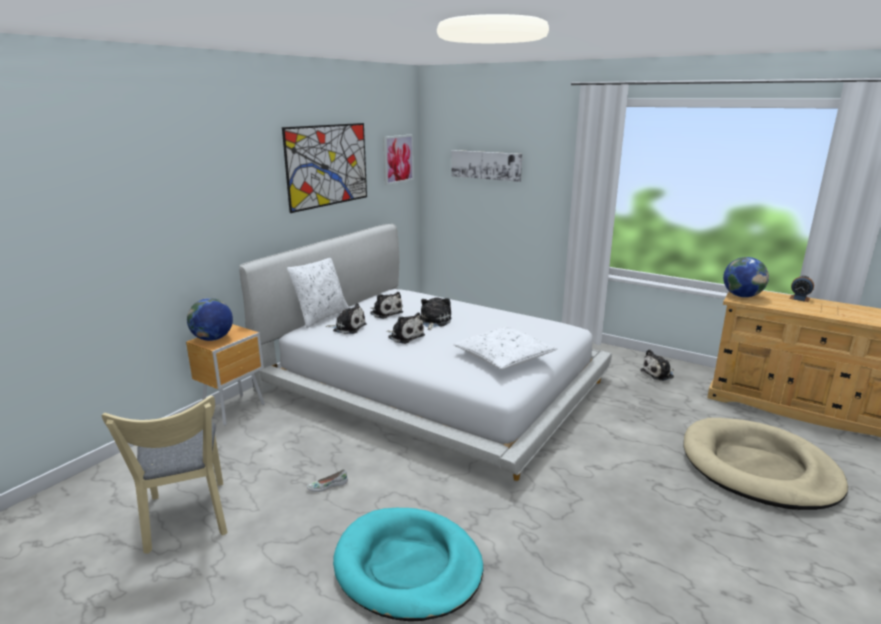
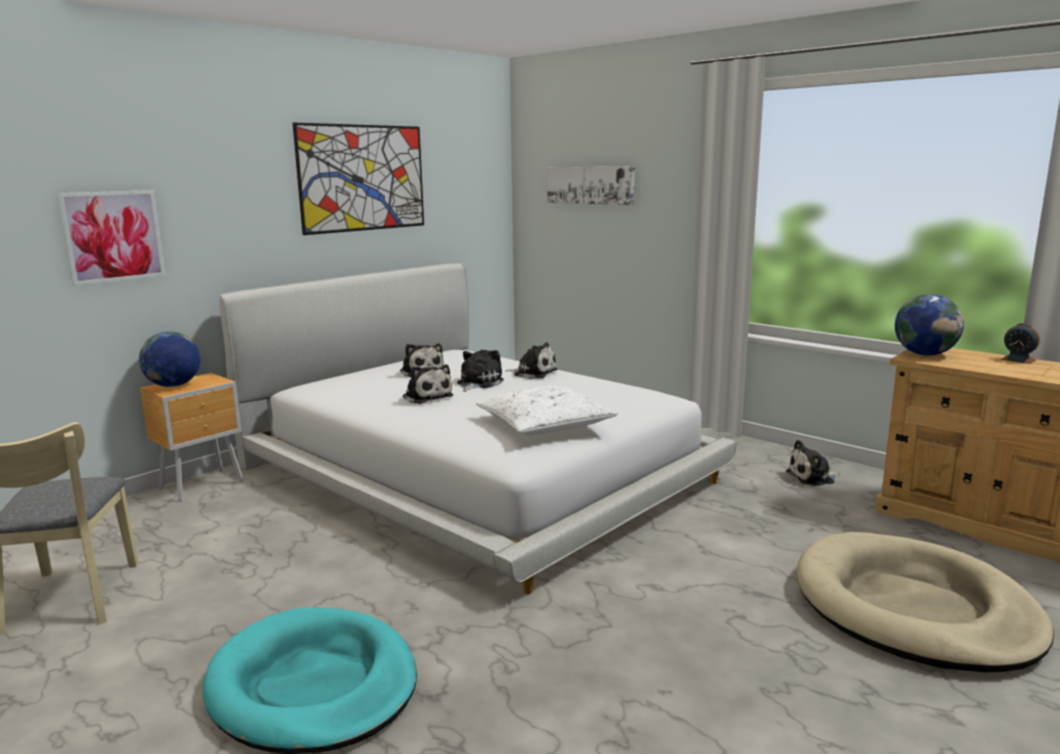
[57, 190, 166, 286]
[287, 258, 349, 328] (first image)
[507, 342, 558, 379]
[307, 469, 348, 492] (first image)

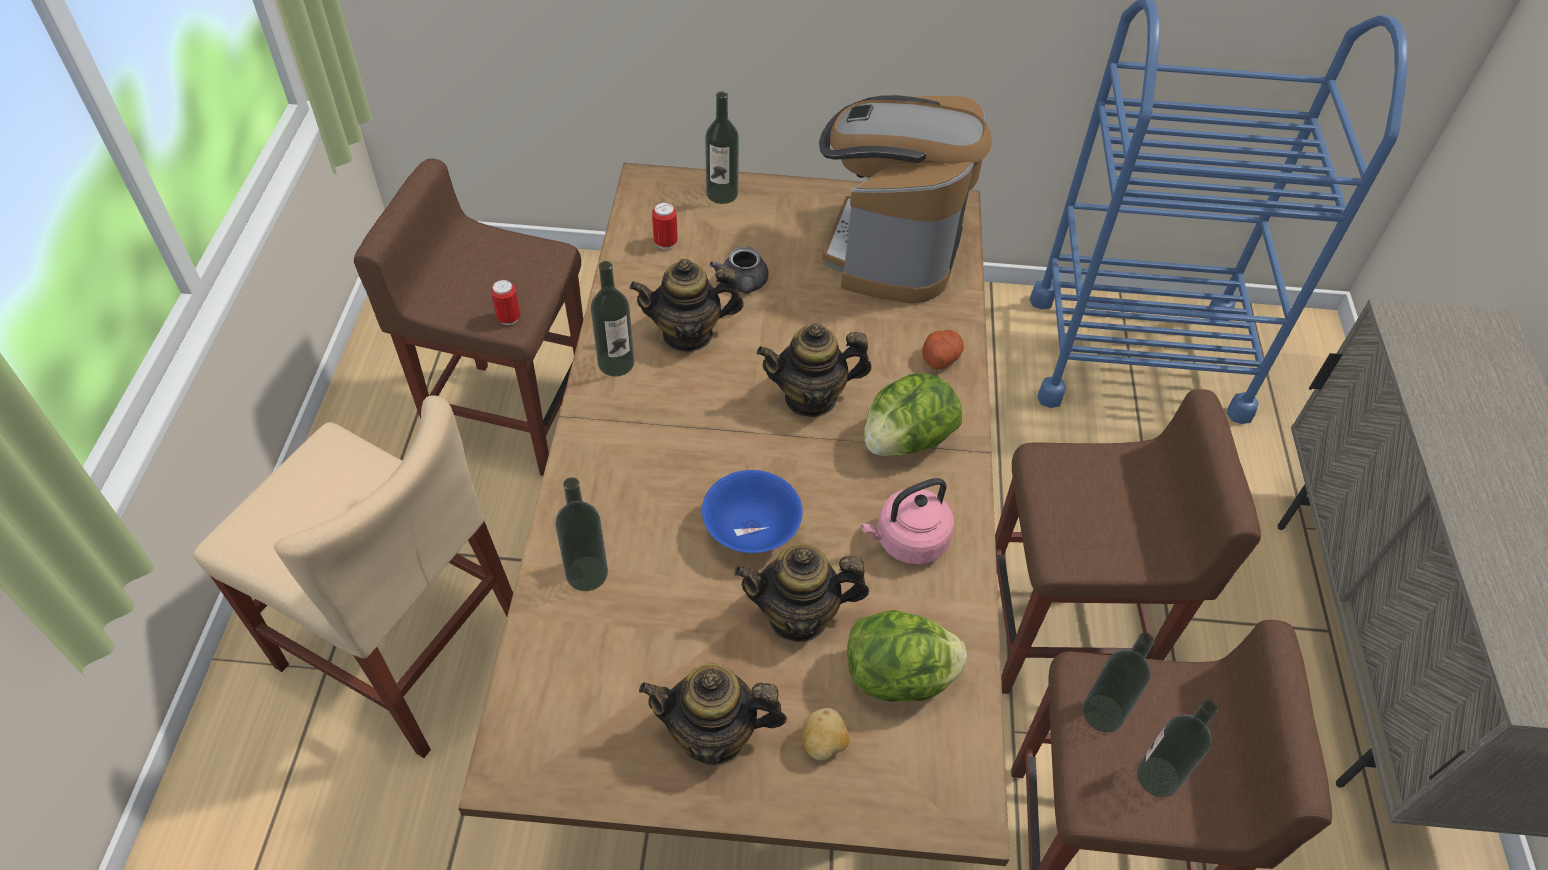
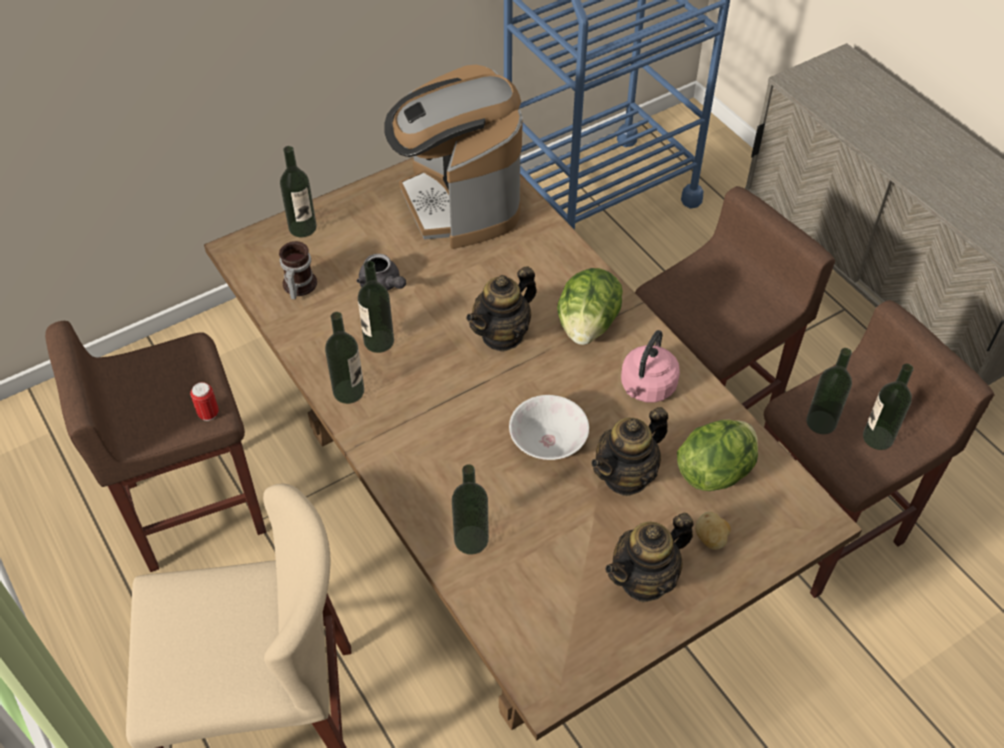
[279, 241, 317, 300]
[358, 261, 394, 353]
[923, 330, 964, 370] (first image)
[509, 395, 589, 460]

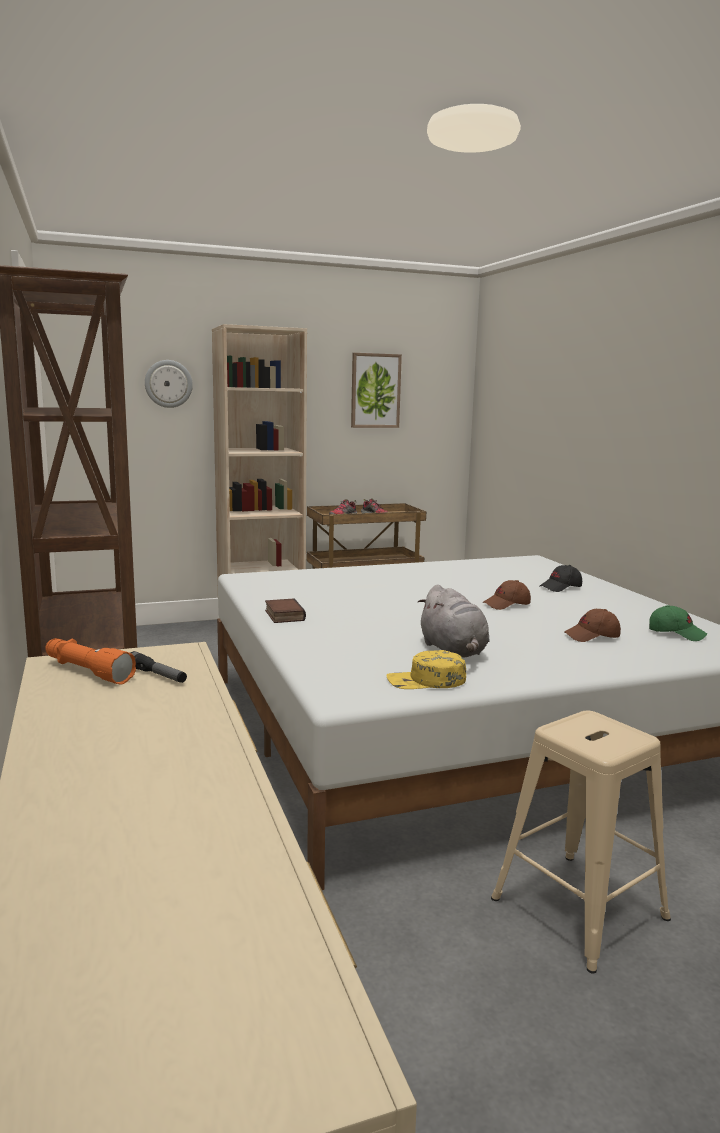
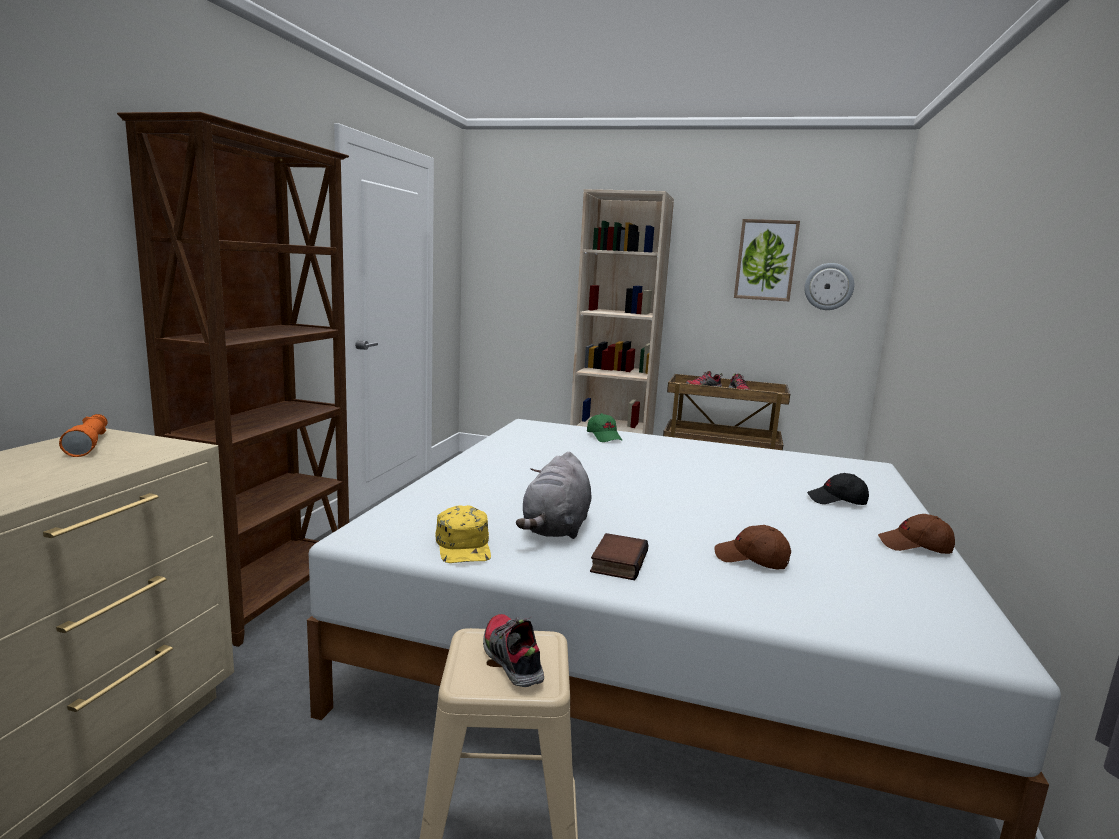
[804, 263, 854, 310]
[878, 514, 955, 554]
[590, 533, 648, 580]
[587, 413, 622, 442]
[436, 505, 491, 563]
[130, 651, 187, 683] (first image)
[483, 614, 544, 687]

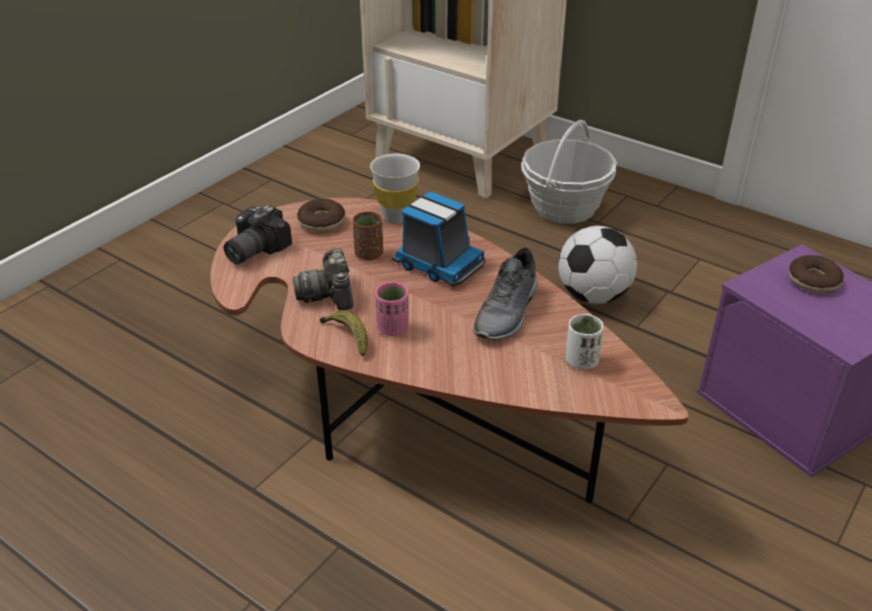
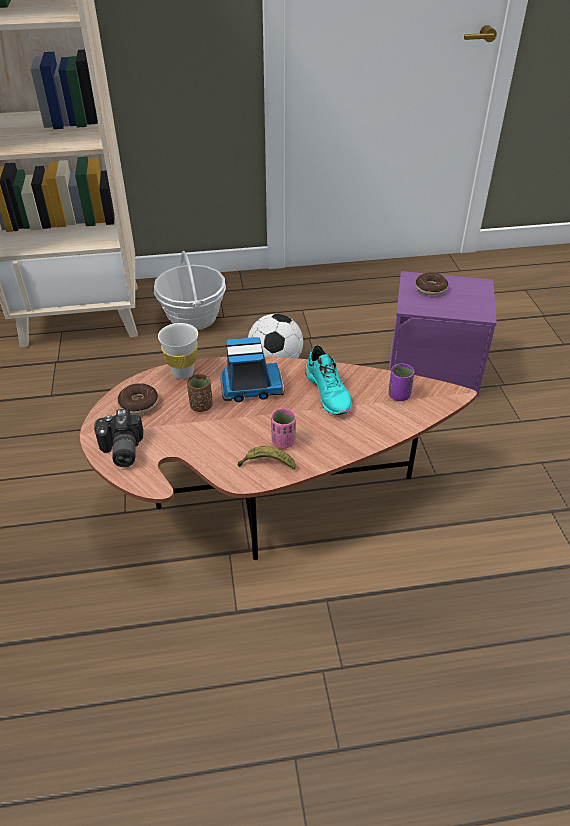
[293, 248, 353, 310] (first image)
[305, 345, 352, 415]
[389, 364, 415, 401]

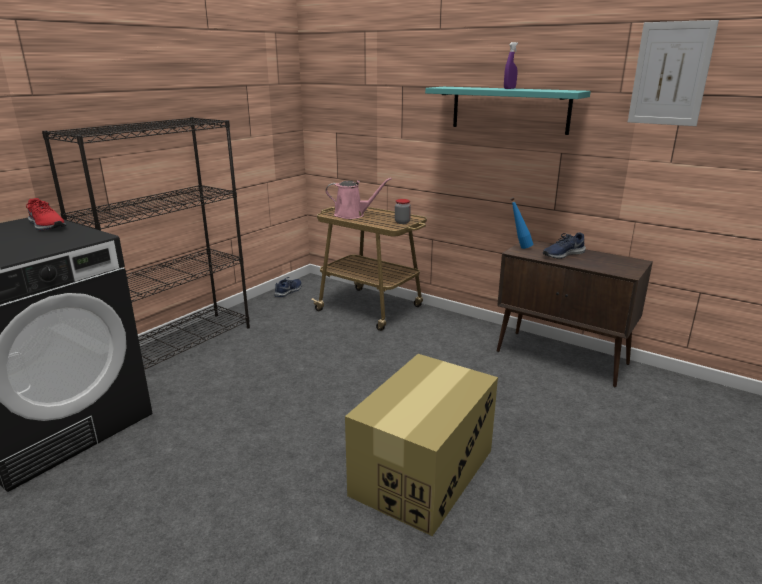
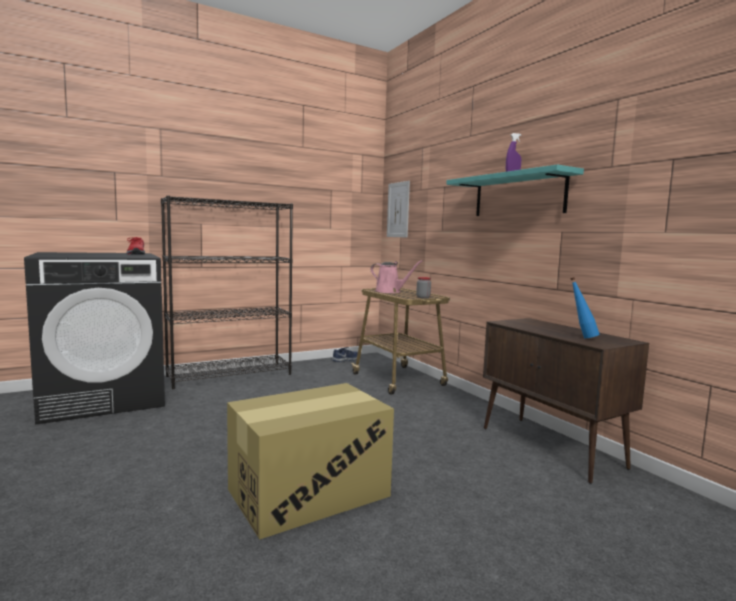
[387, 181, 410, 237]
[570, 277, 600, 338]
[543, 232, 586, 259] (first image)

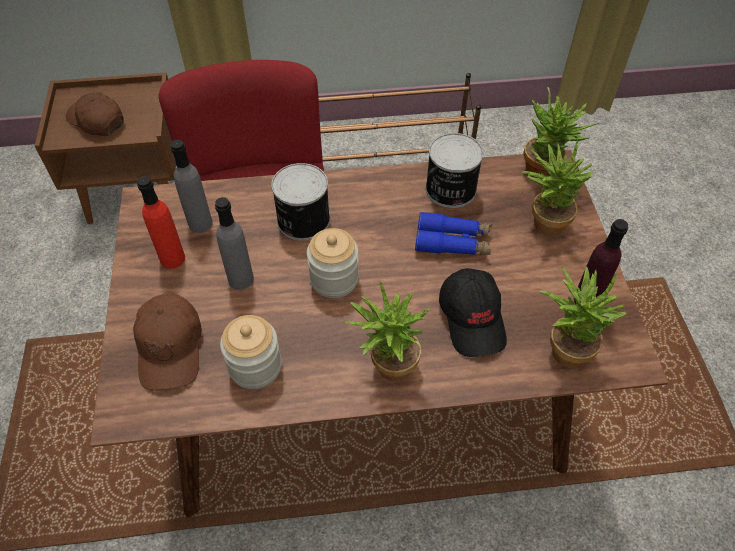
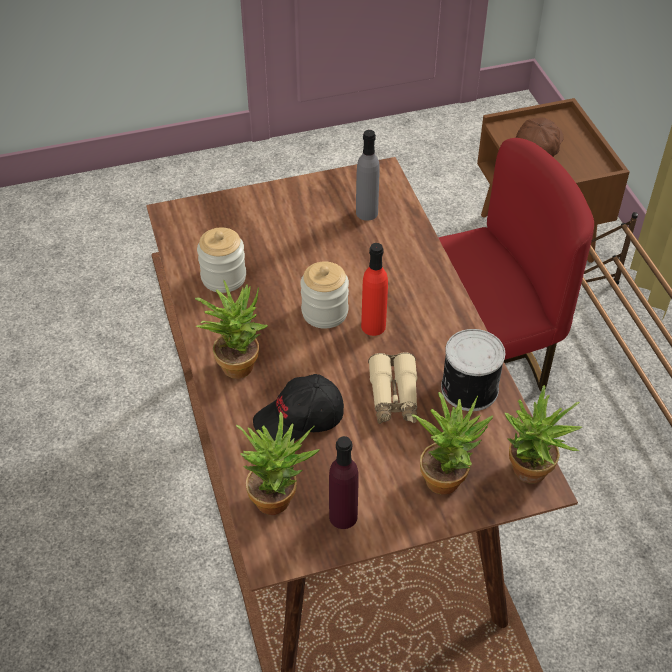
[271, 163, 330, 241] (first image)
[361, 243, 388, 336]
[215, 197, 254, 290] (first image)
[368, 352, 418, 424]
[133, 294, 202, 390] (first image)

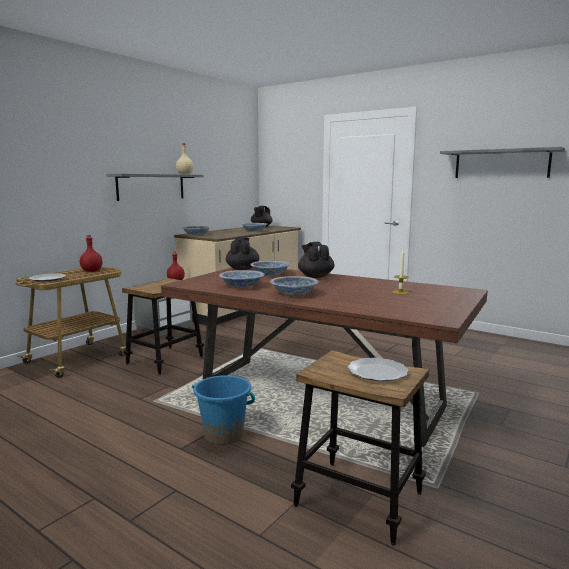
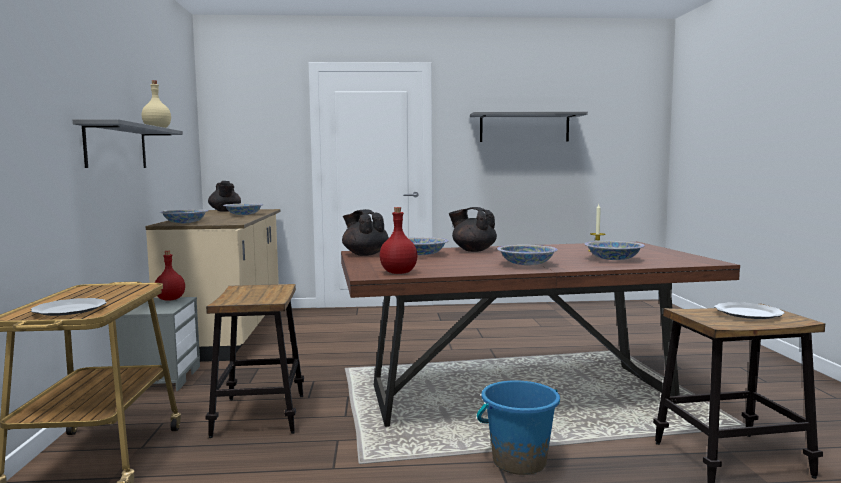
[380, 207, 418, 274]
[585, 241, 645, 260]

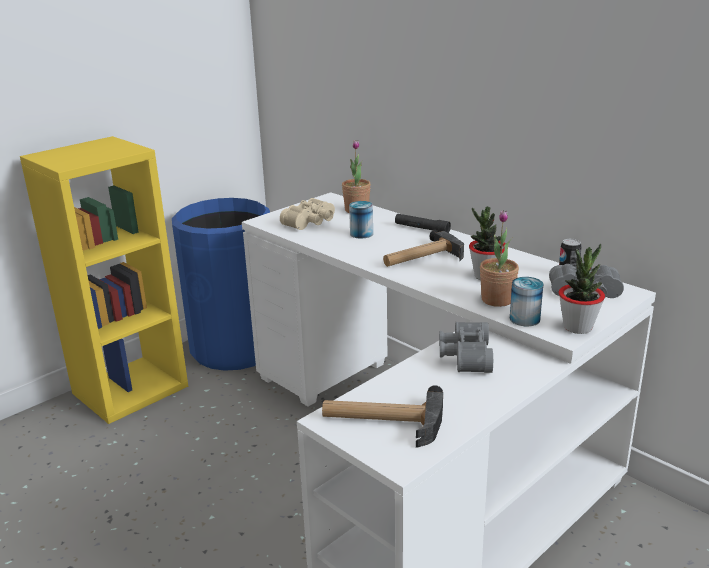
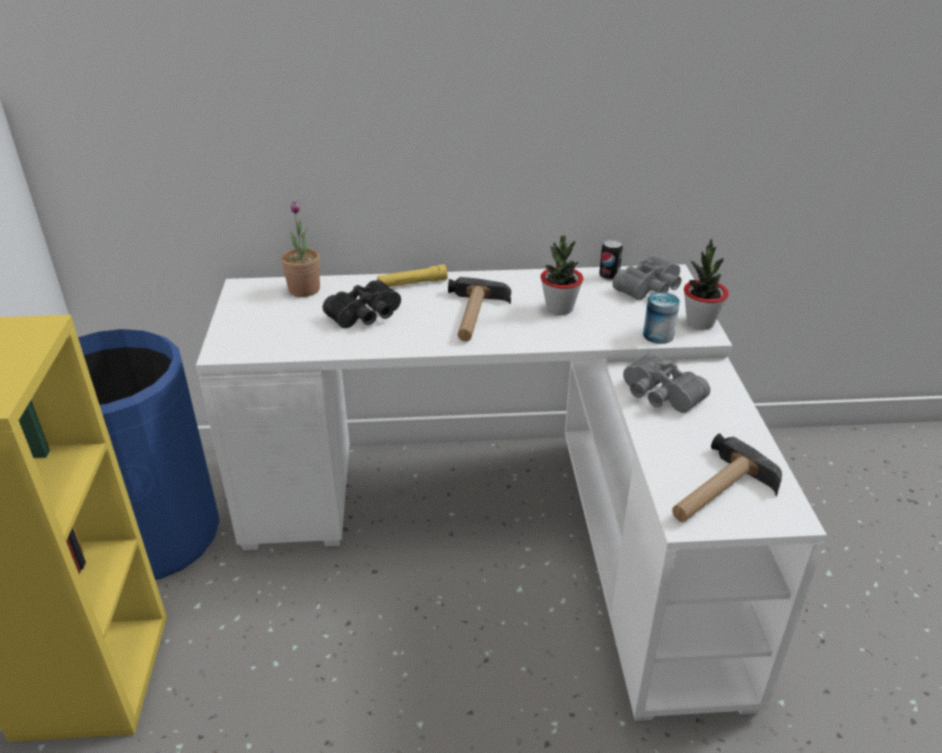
[280, 198, 335, 230] (first image)
[323, 280, 401, 328]
[480, 210, 519, 307] (first image)
[377, 264, 448, 287]

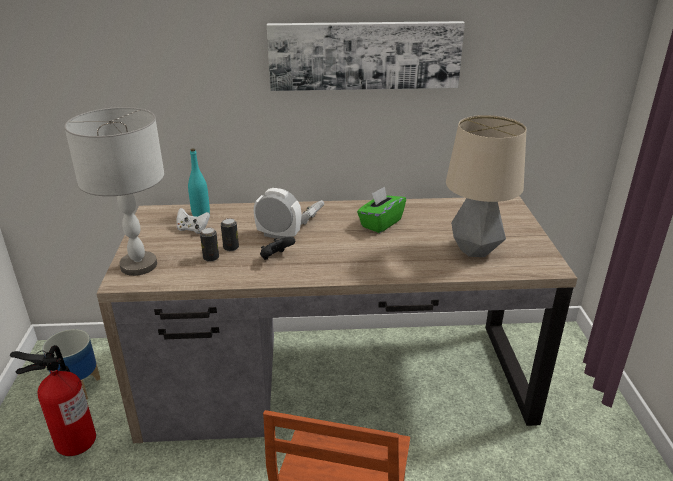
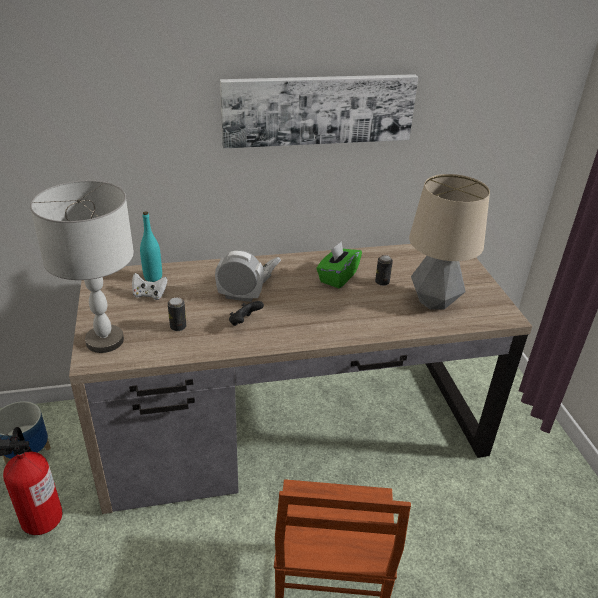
[375, 255, 393, 286]

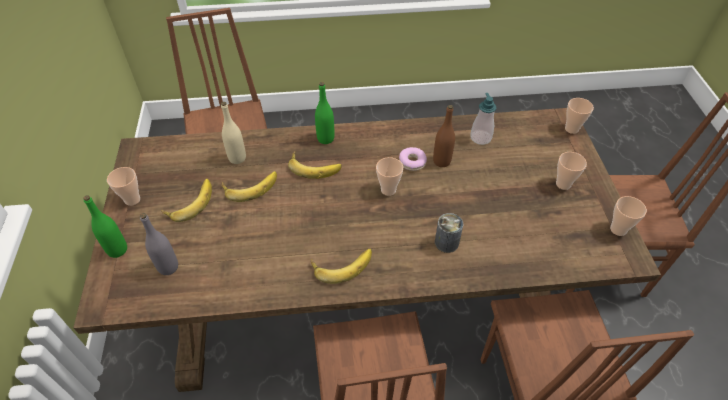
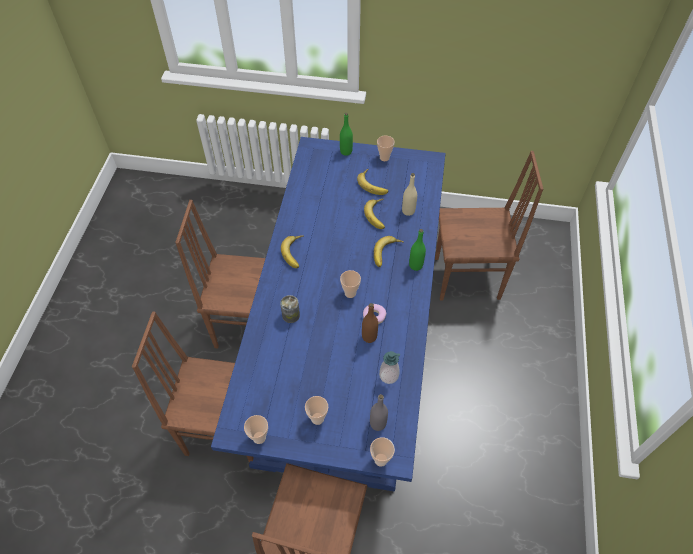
[211, 137, 446, 492]
[370, 394, 388, 431]

